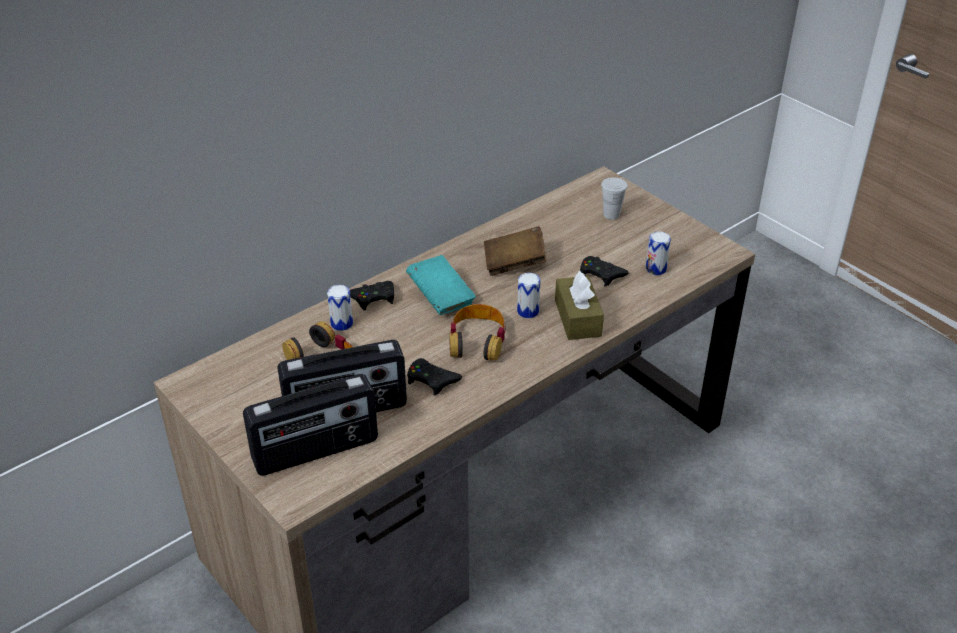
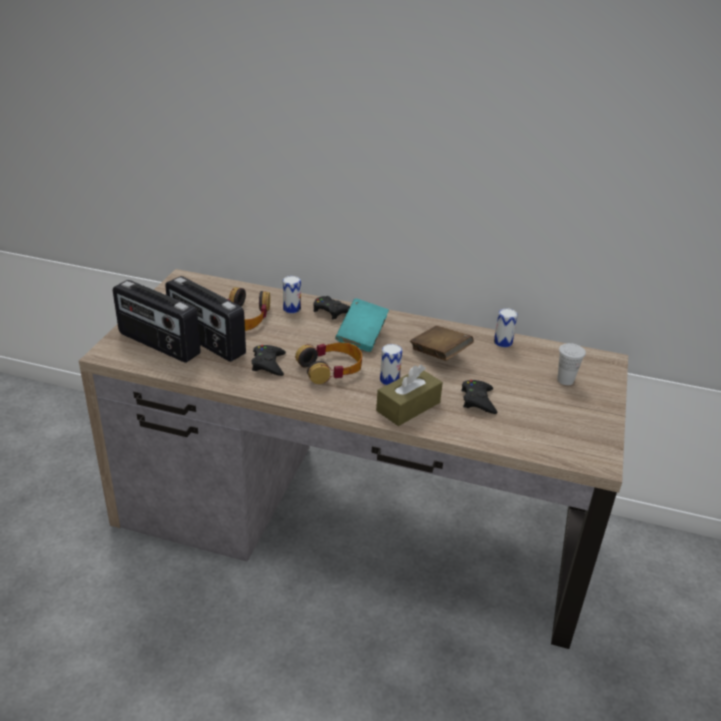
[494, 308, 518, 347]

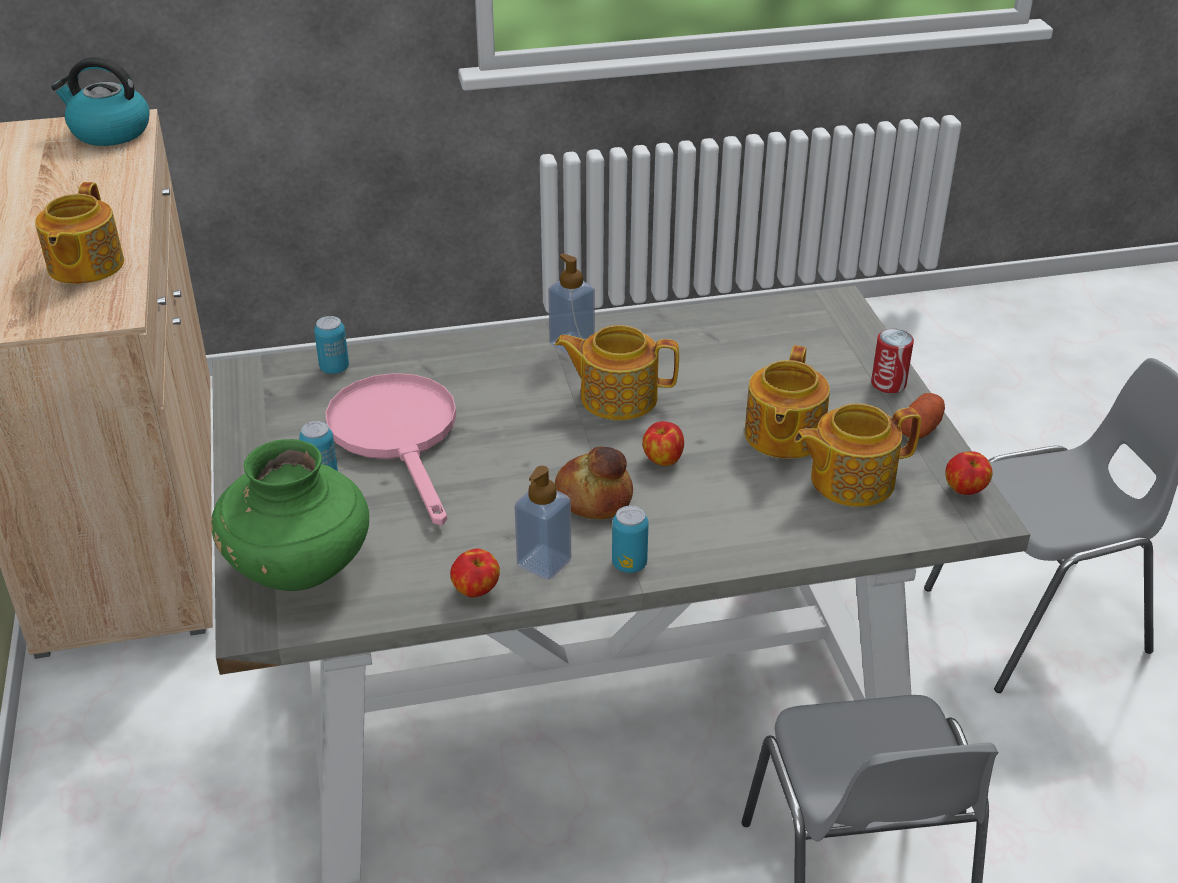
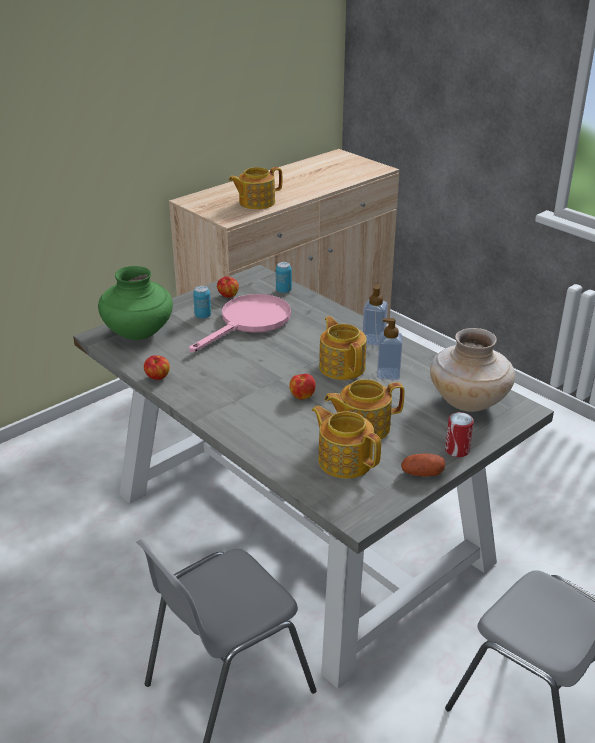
[51, 57, 150, 146] (first image)
[555, 447, 633, 520] (first image)
[217, 276, 239, 298]
[377, 318, 403, 380]
[612, 506, 649, 573] (first image)
[430, 328, 515, 412]

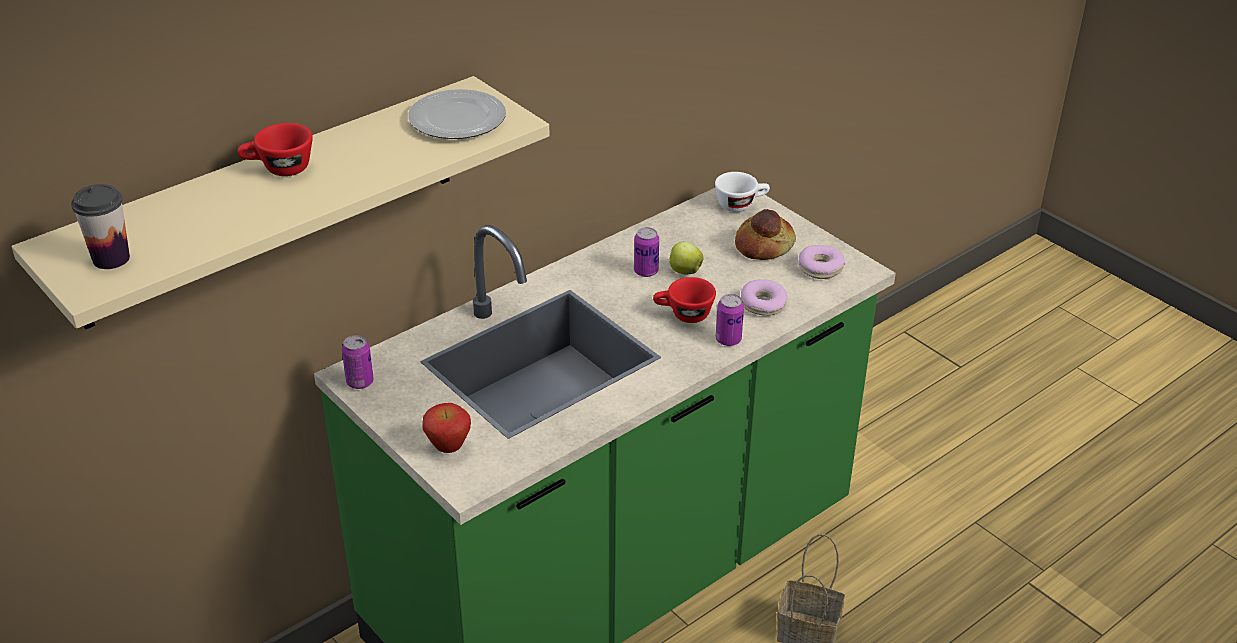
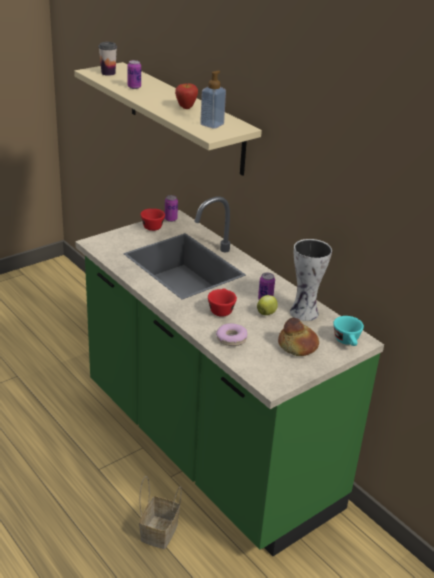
[200, 71, 226, 129]
[141, 208, 165, 231]
[333, 316, 364, 346]
[798, 245, 845, 279] (first image)
[127, 60, 141, 89]
[175, 83, 198, 109]
[290, 239, 332, 321]

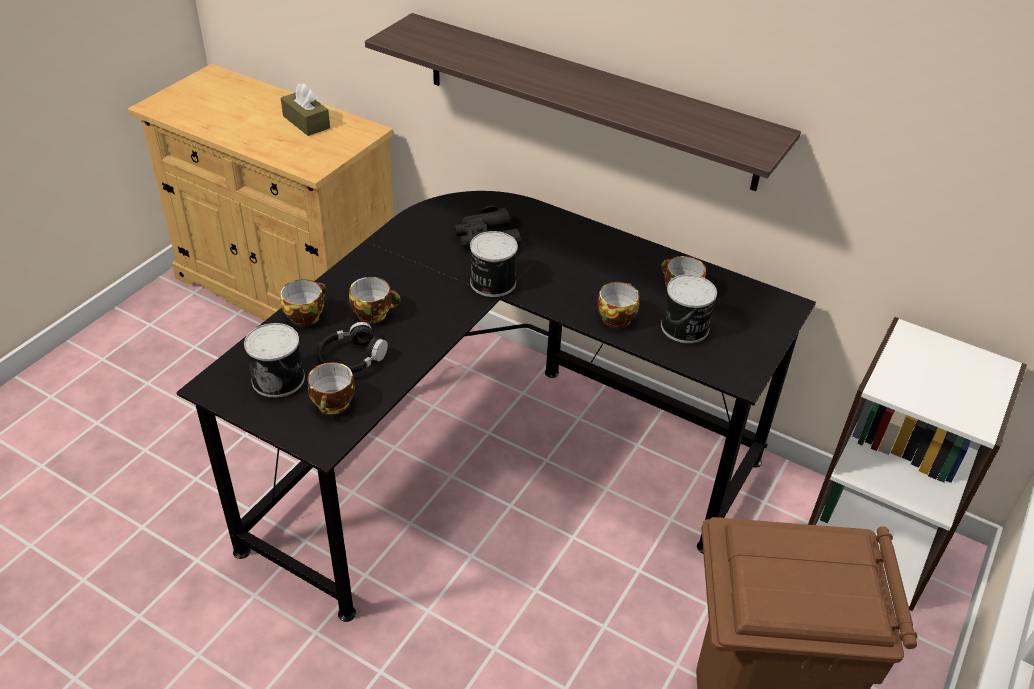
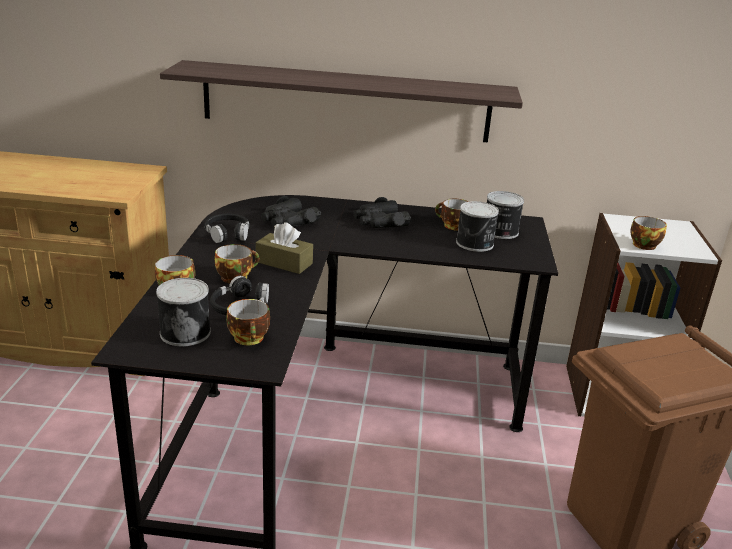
[256, 222, 313, 274]
[487, 191, 524, 239]
[630, 216, 667, 250]
[353, 197, 411, 228]
[204, 214, 249, 243]

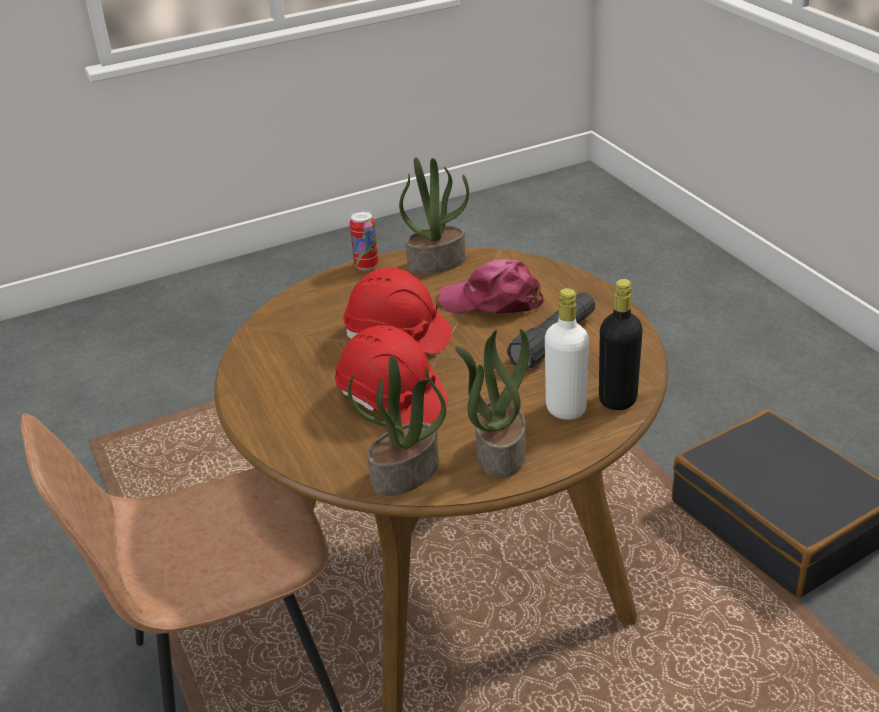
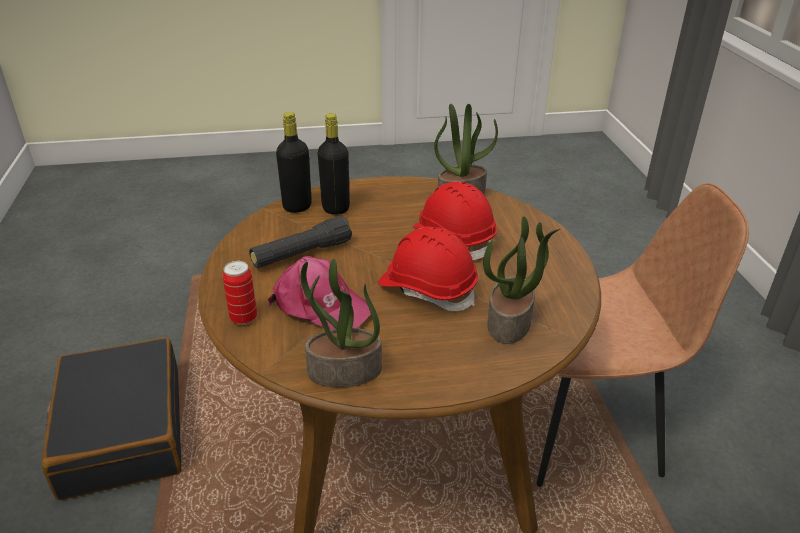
[222, 261, 257, 325]
[318, 113, 350, 215]
[483, 216, 560, 344]

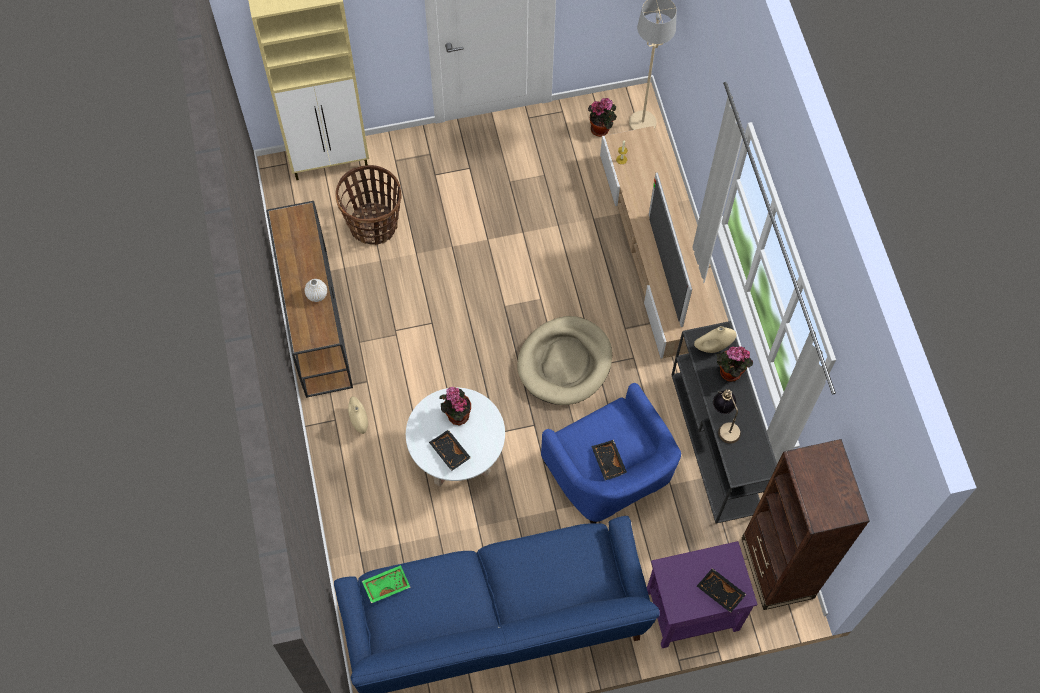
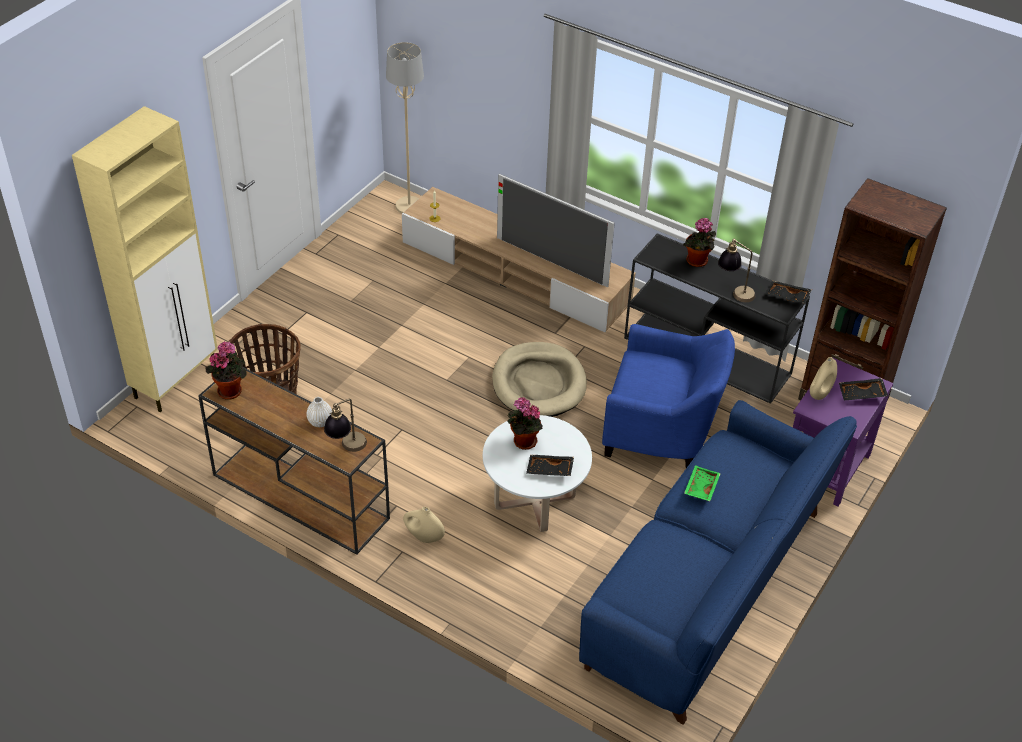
[206, 341, 247, 400]
[810, 357, 837, 400]
[765, 281, 812, 303]
[684, 465, 721, 501]
[324, 399, 367, 452]

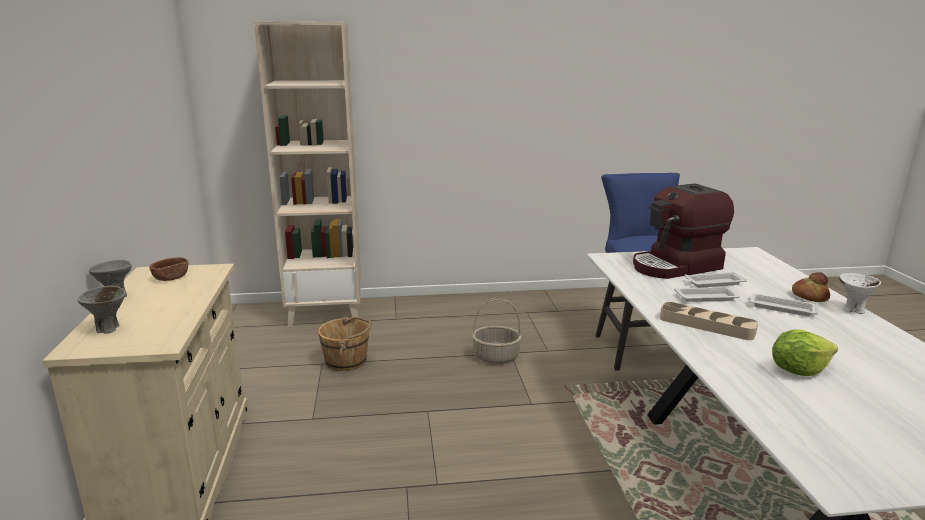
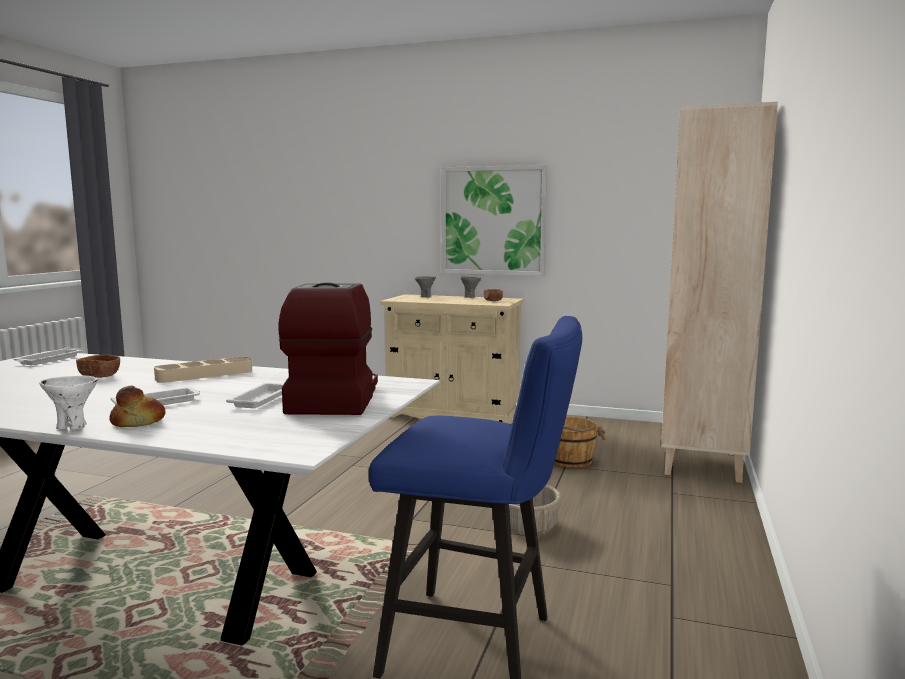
[14, 347, 83, 365]
[76, 355, 120, 378]
[441, 165, 547, 276]

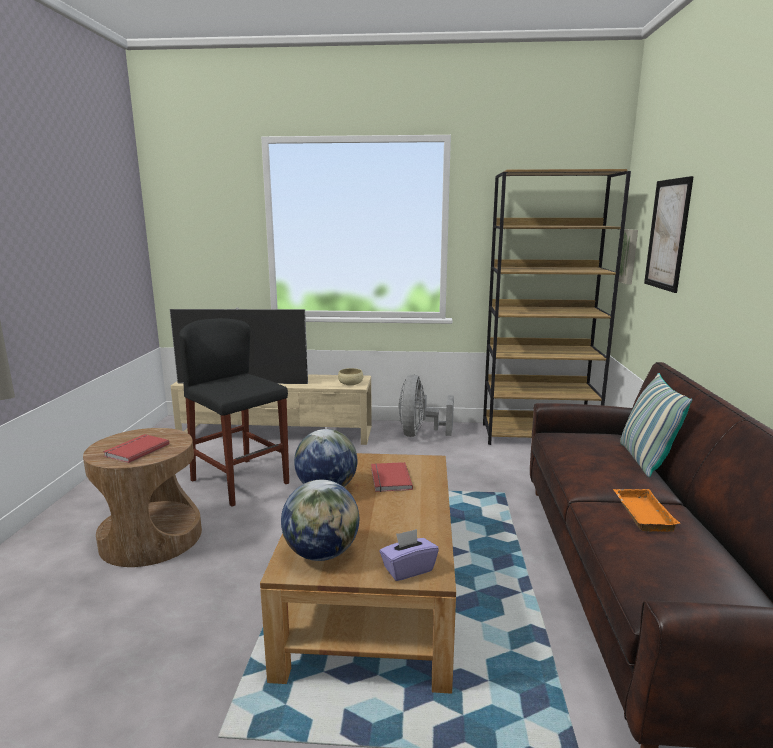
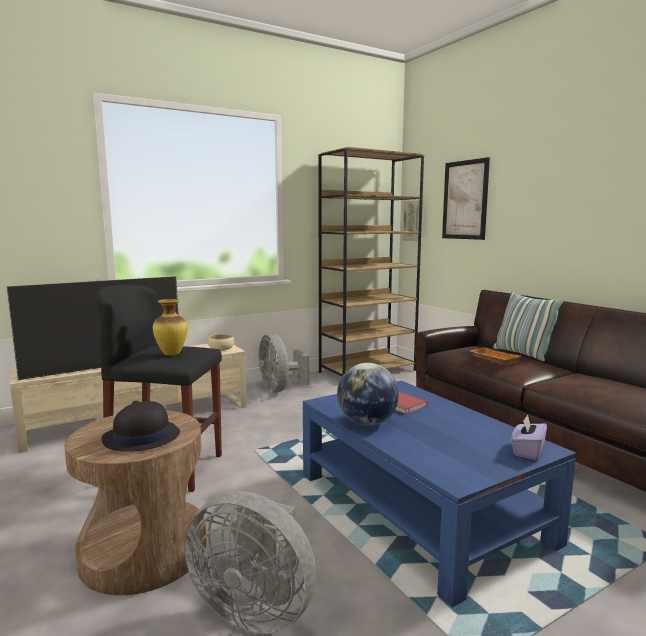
[101, 401, 180, 452]
[303, 381, 576, 607]
[281, 480, 359, 561] (first image)
[471, 347, 522, 365]
[153, 299, 188, 356]
[184, 491, 316, 634]

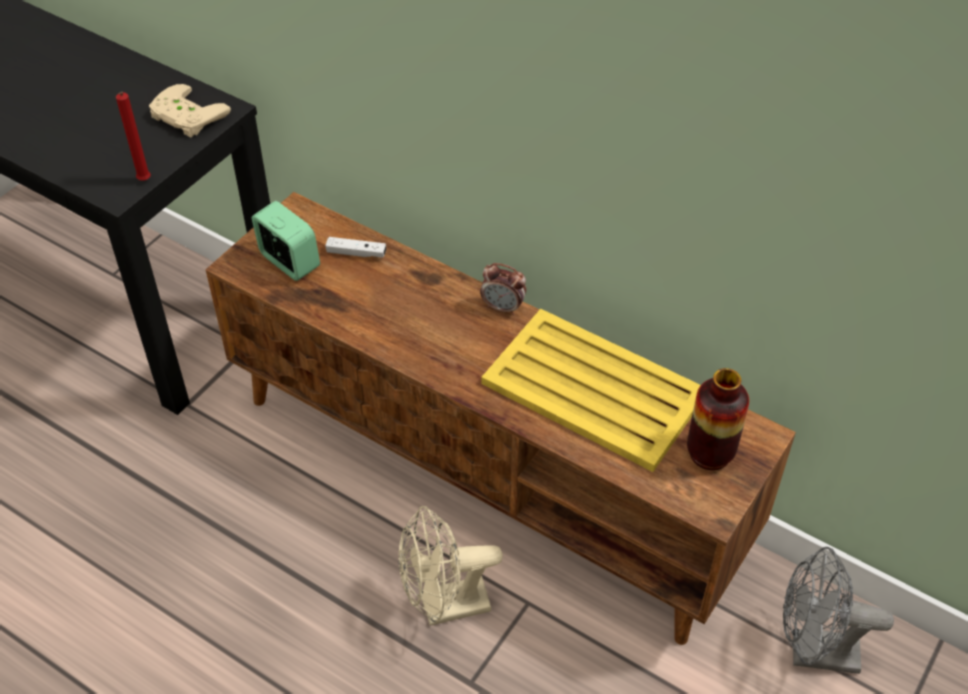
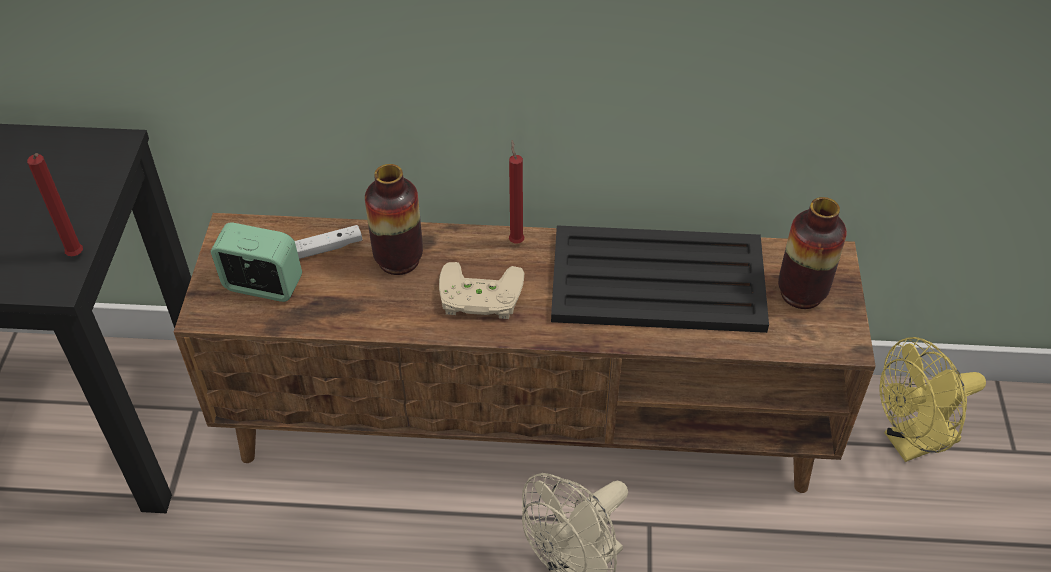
[439, 262, 524, 319]
[509, 140, 524, 244]
[551, 225, 769, 333]
[879, 337, 986, 462]
[365, 164, 423, 275]

